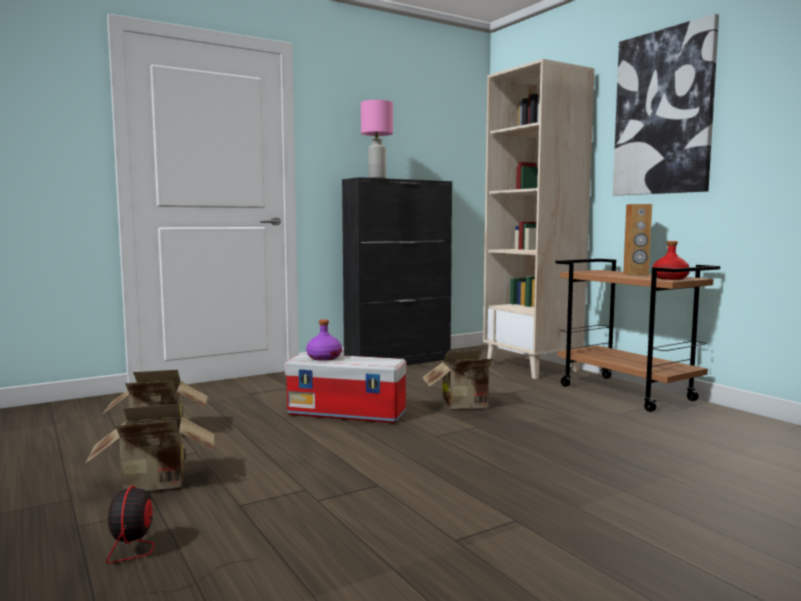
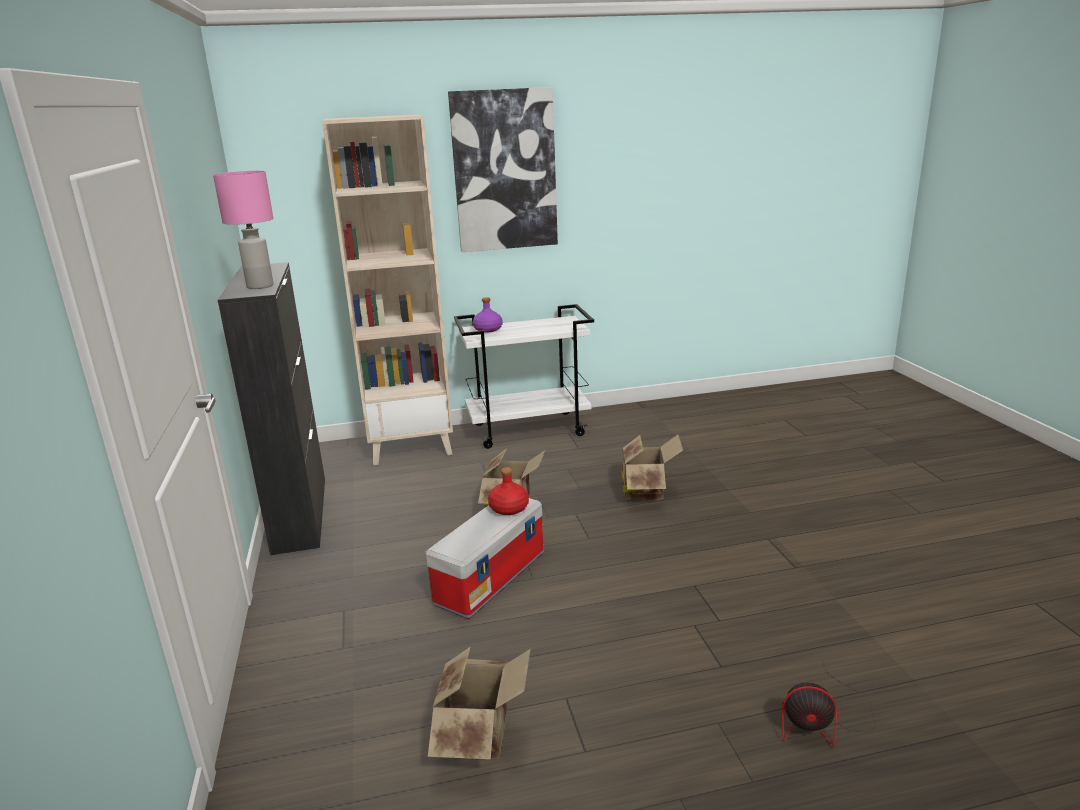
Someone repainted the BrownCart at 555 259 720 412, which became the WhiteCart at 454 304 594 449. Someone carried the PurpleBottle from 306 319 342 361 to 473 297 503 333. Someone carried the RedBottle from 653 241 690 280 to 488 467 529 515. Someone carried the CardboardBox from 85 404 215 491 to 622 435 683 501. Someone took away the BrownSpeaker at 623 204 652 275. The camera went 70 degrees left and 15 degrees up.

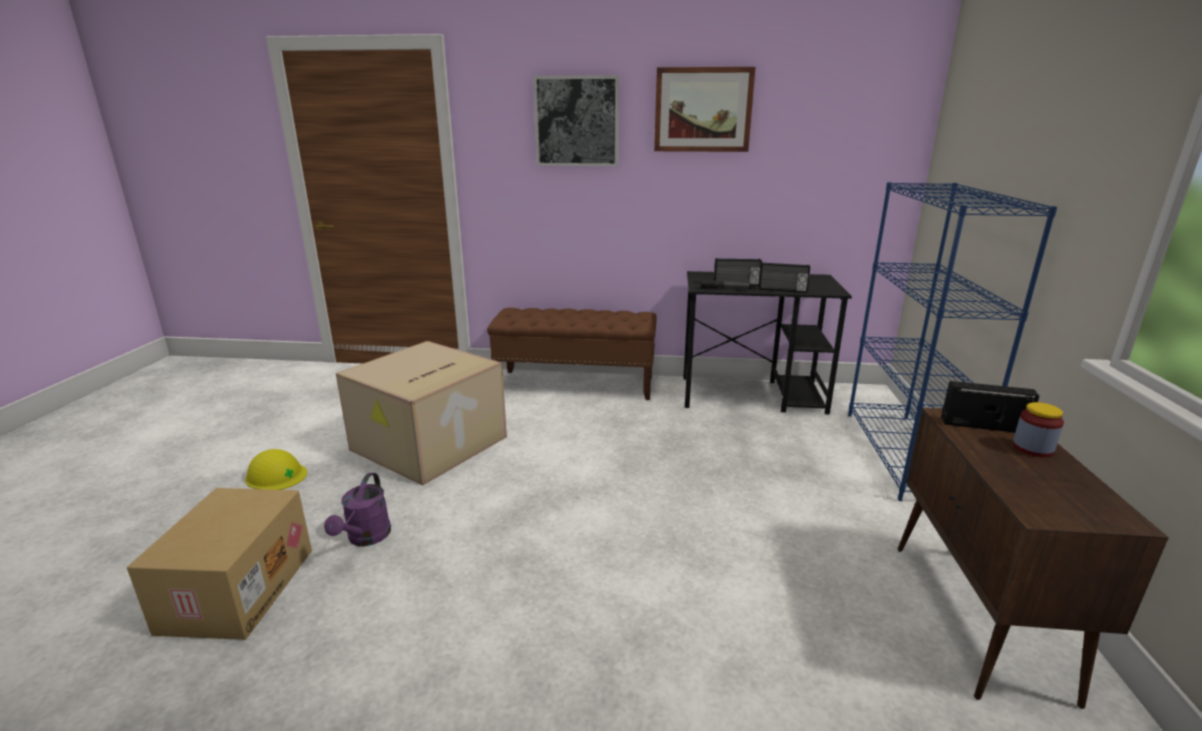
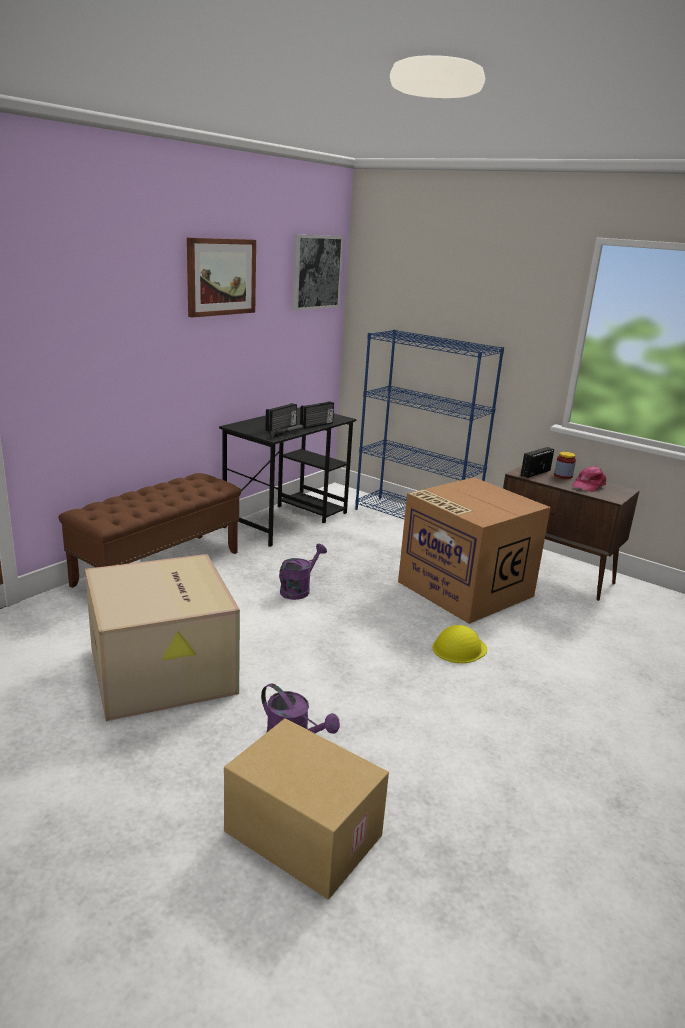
Someone put down the PurpleWateringCan at 279 544 327 600. Someone carried the Picture from 533 75 619 166 to 292 234 343 310. Someone put down the CardboardBox at 398 477 551 624. Someone carried the YellowHardHat from 245 449 307 490 to 433 625 487 663. Someone put down the PinkCap at 572 466 606 492. The camera went 60 degrees left and 0 degrees up.

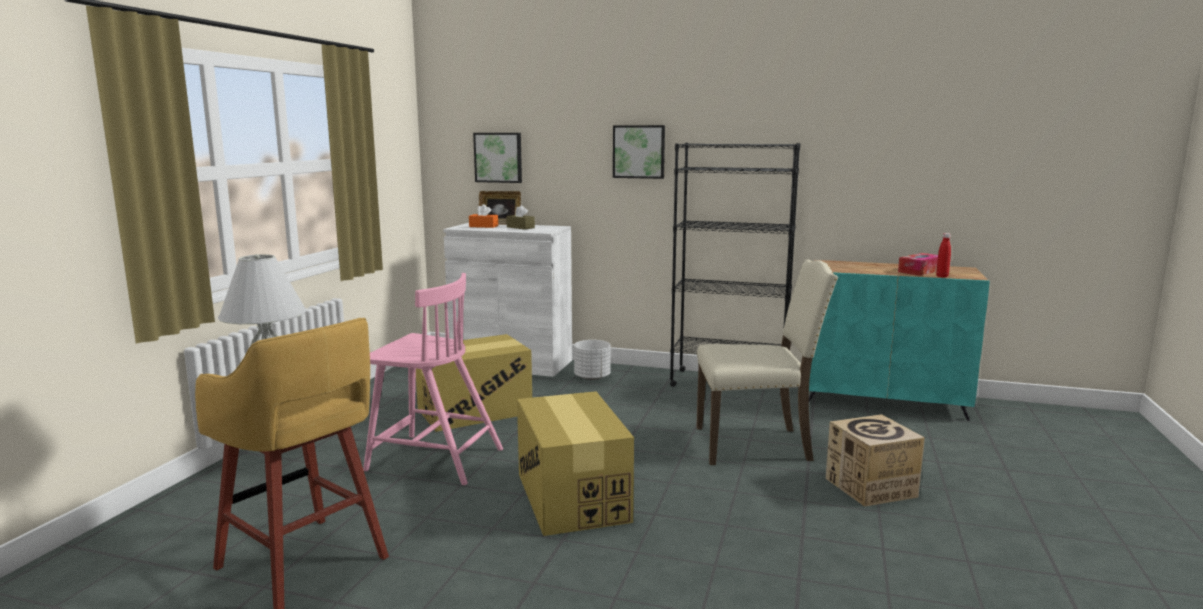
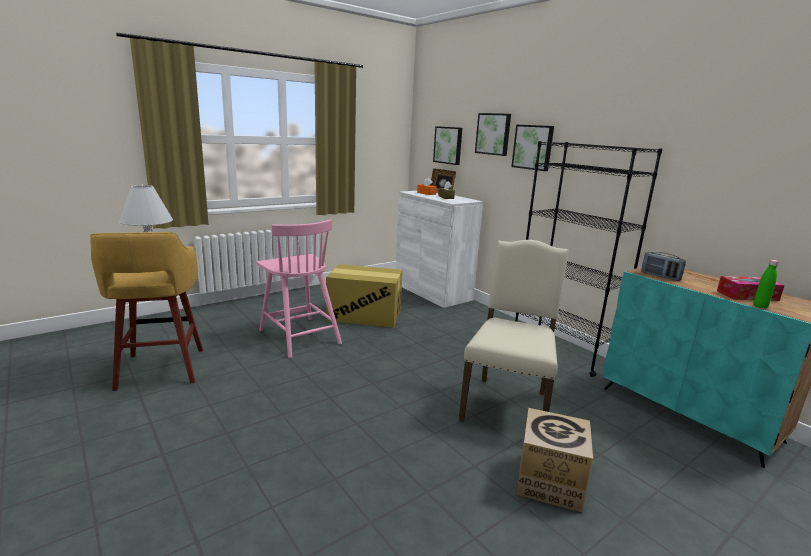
Someone rotated the BeigeChair at 696 259 838 465 by 105 degrees counterclockwise. Someone put up the Picture at 475 113 511 156. Someone put down the Radio at 641 252 686 281. Someone repainted the RedBottle at 936 233 951 277, which became the GreenBottle at 753 260 779 309. Someone took away the CardboardBox at 517 391 634 536. Someone took away the WhitePlanter at 574 340 611 380. The camera went 35 degrees right and 5 degrees up.

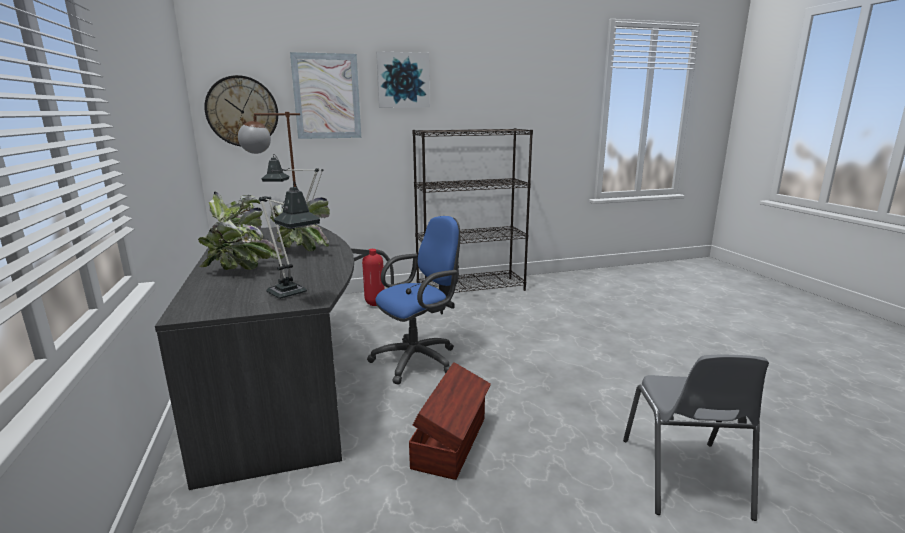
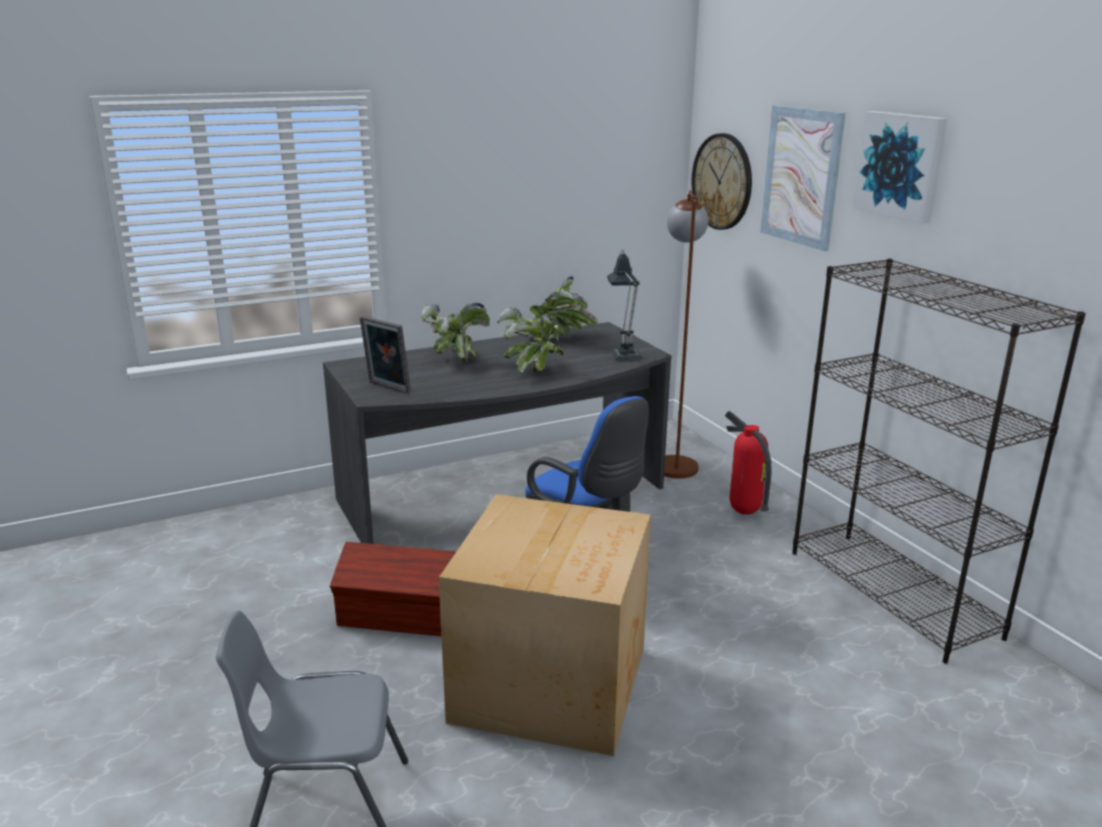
Someone swapped the TableLamp at 259 181 320 299 for the PictureFrame at 360 316 411 394. Someone put down the CardboardBox at 439 494 651 756. The camera went 80 degrees right and 5 degrees up.

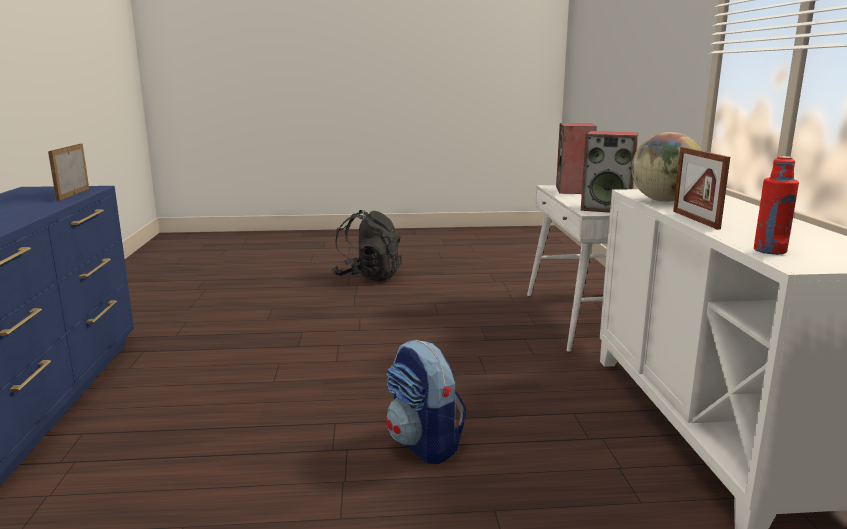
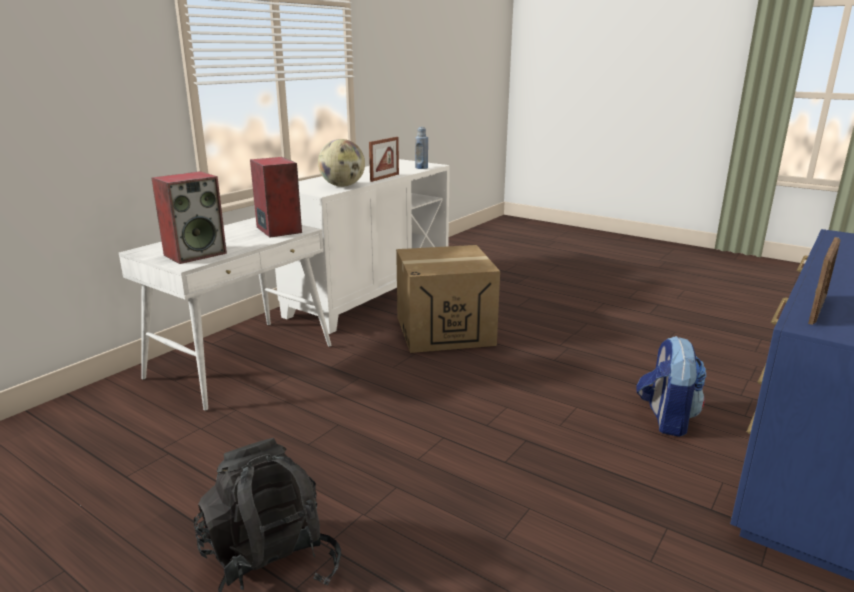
Someone put down the CardboardBox at 396 245 500 353. Someone repainted the RedBottle at 754 156 799 255, which became the BlueBottle at 415 127 428 169. Someone carried the Backpack from 386 340 466 464 to 636 336 706 437. The camera went 140 degrees left and 5 degrees up.

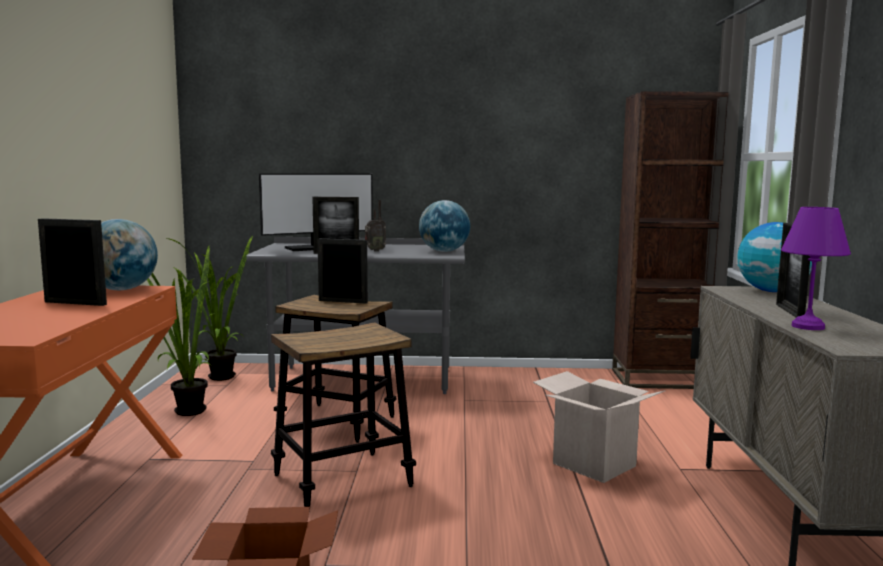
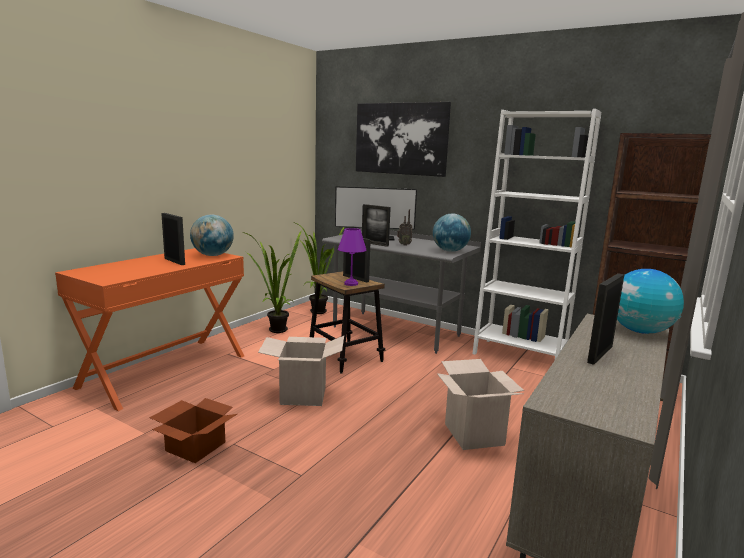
Someone swapped the Stool at 271 322 416 507 for the CardboardBox at 258 336 344 406. Someone carried the PurpleTableLamp from 781 207 851 330 to 338 228 366 286. Someone put up the Picture at 356 102 451 177. Someone put down the WhiteBookcase at 473 109 601 359. The camera went 30 degrees right and 5 degrees up.

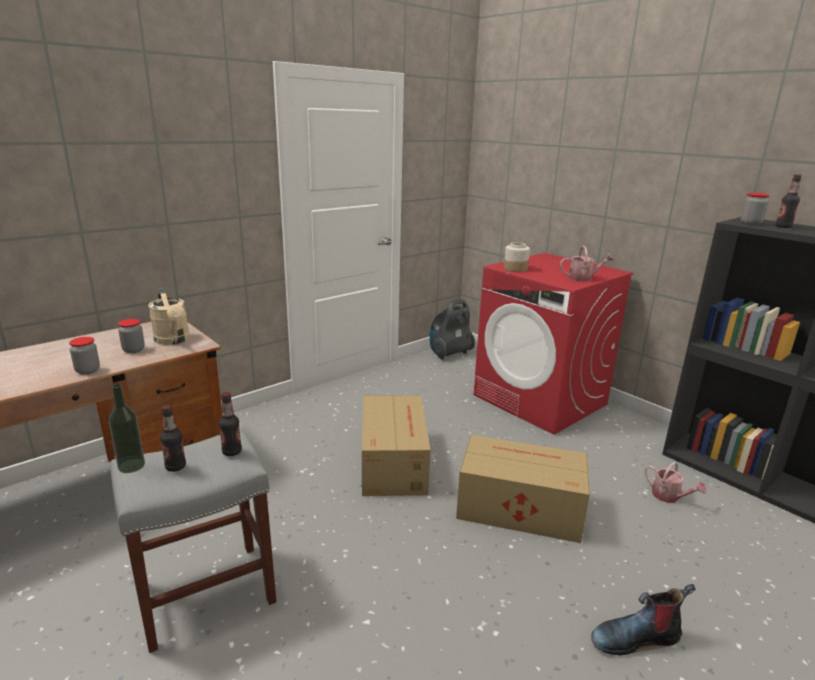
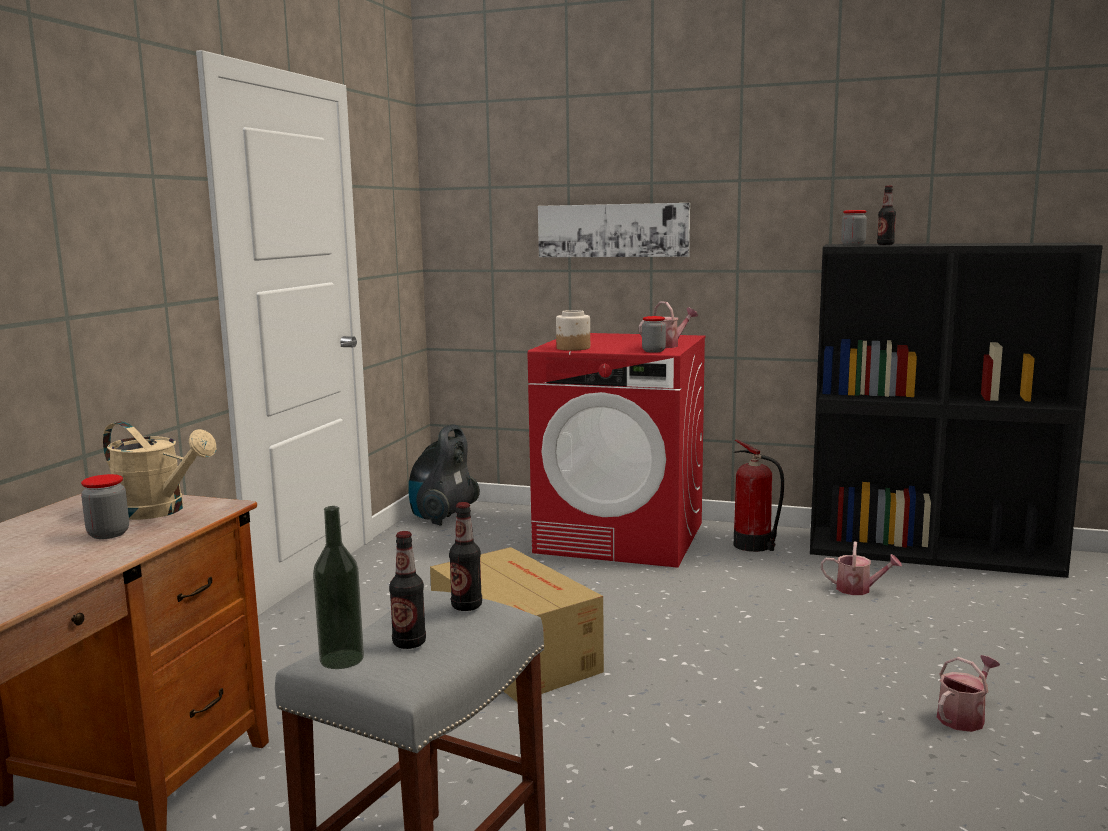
Someone put up the Picture at 538 203 690 257. Someone carried the Jar from 69 337 100 375 to 642 316 666 353. Someone put down the FireExtinguisher at 734 439 784 552. Someone swapped the Boot at 591 584 696 655 for the WateringCan at 937 655 1000 732. Someone took away the CardboardBox at 456 435 590 543. The camera went 30 degrees left and 10 degrees down.

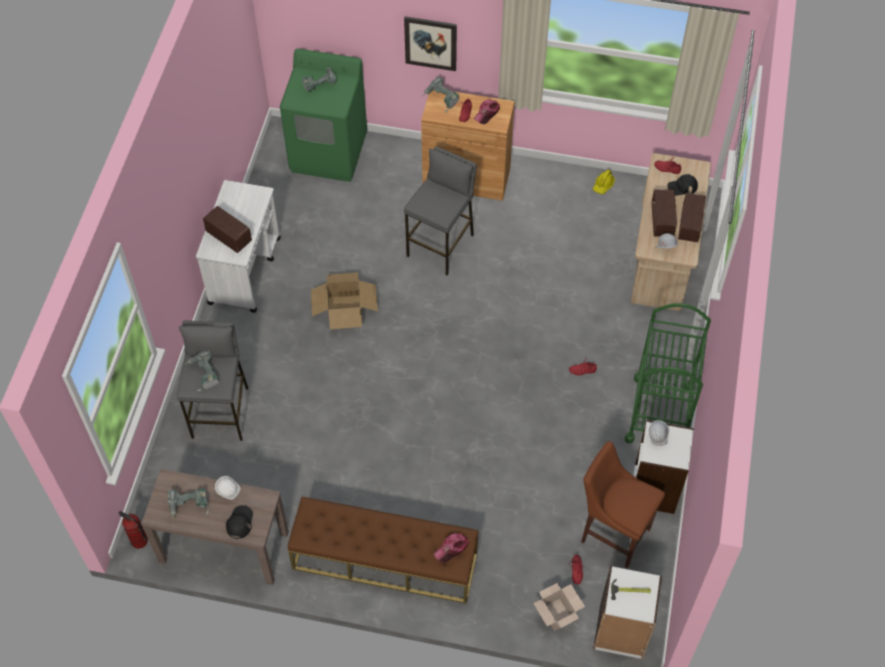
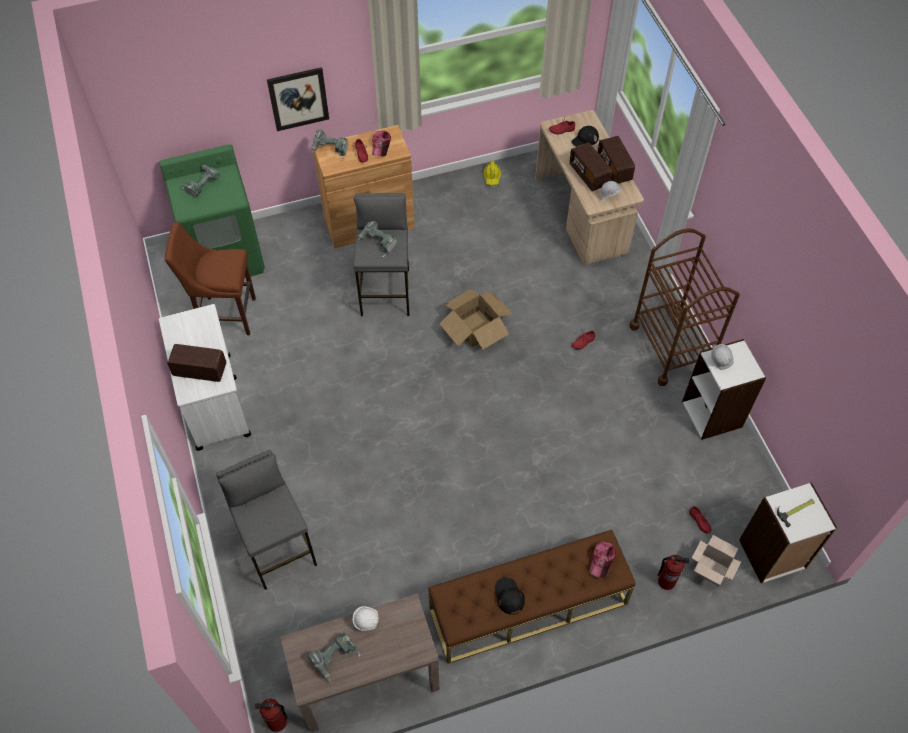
Someone carried the BrownStool from 581 441 665 568 to 165 222 256 335. Someone carried the PowerDrill from 185 351 219 391 to 356 221 397 257. Someone carried the CardboardBox from 311 272 378 329 to 439 289 512 350. Someone carried the BlackCap from 226 505 253 539 to 495 578 525 615. Someone repainted the GreenCart at 625 303 711 443, which became the BrownCart at 630 229 740 386. Someone put down the FireExtinguisher at 658 555 690 590. The camera went 30 degrees left and 0 degrees up.

